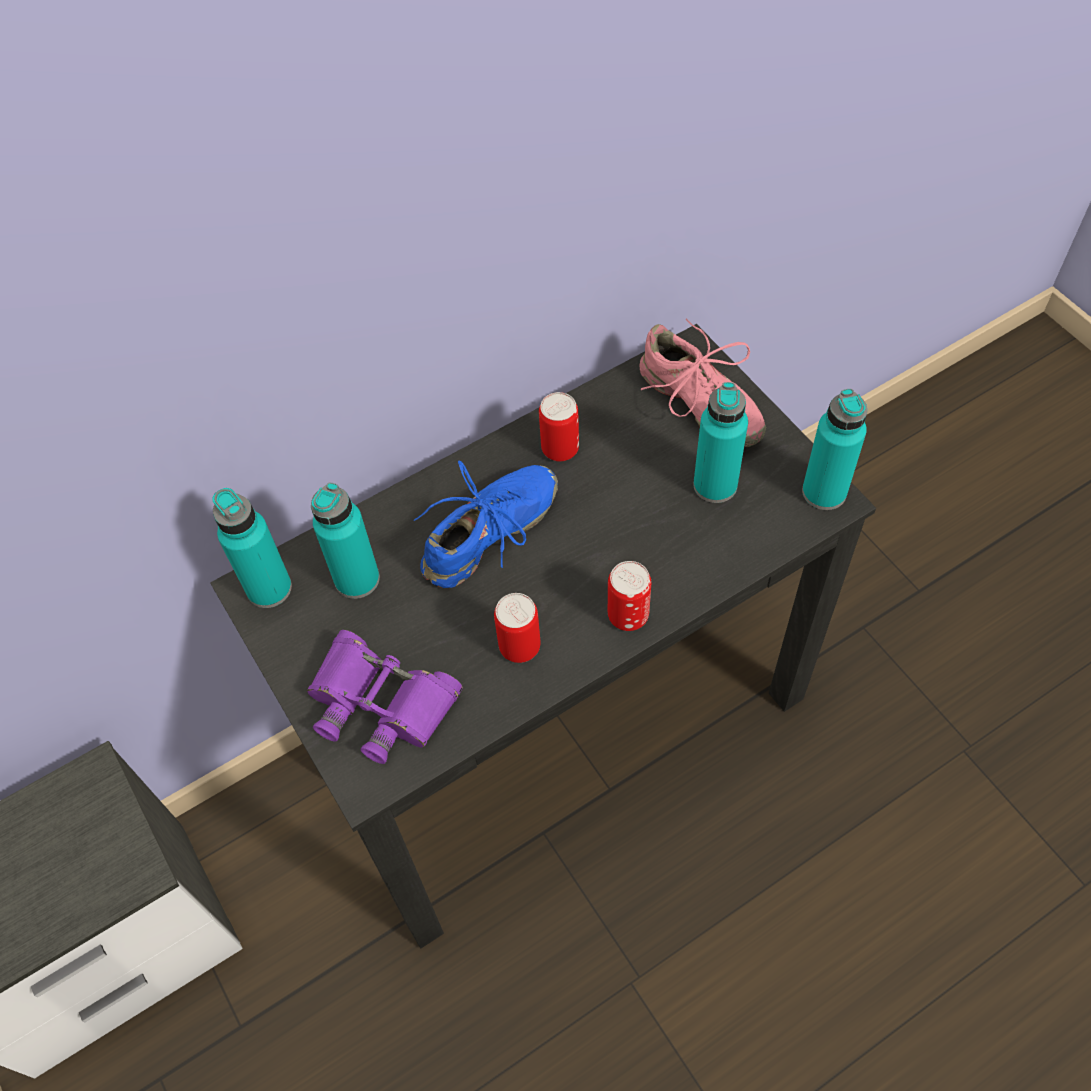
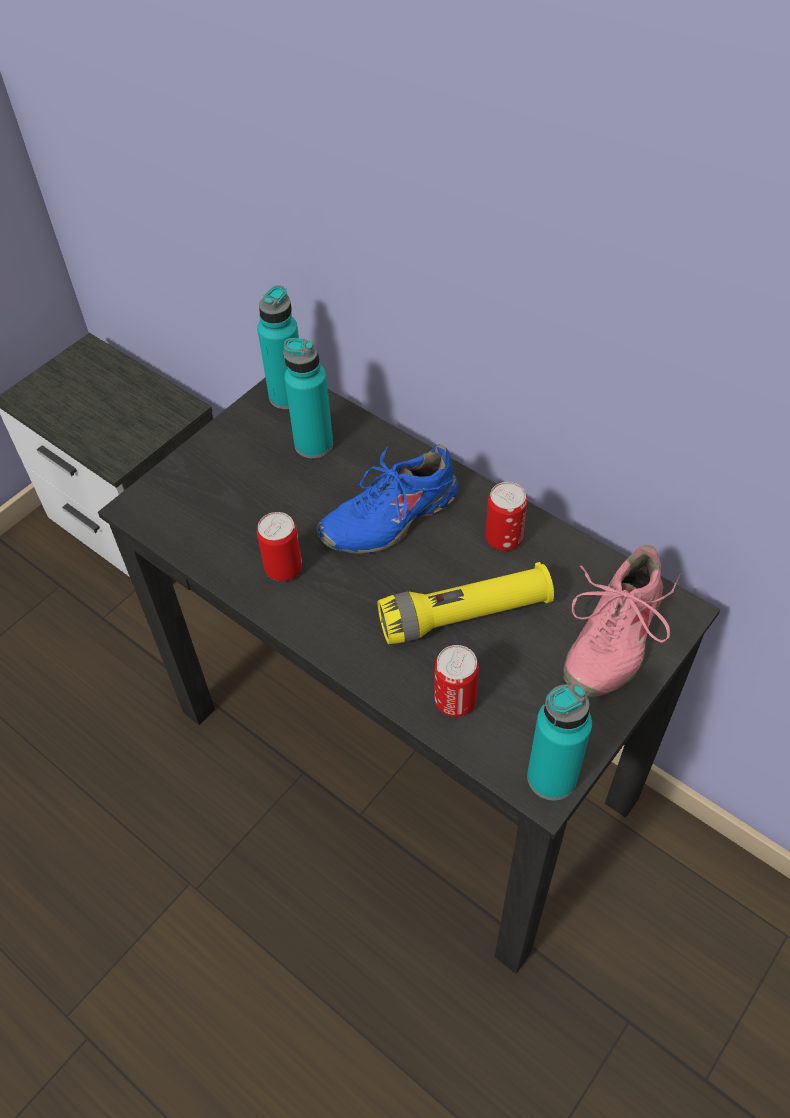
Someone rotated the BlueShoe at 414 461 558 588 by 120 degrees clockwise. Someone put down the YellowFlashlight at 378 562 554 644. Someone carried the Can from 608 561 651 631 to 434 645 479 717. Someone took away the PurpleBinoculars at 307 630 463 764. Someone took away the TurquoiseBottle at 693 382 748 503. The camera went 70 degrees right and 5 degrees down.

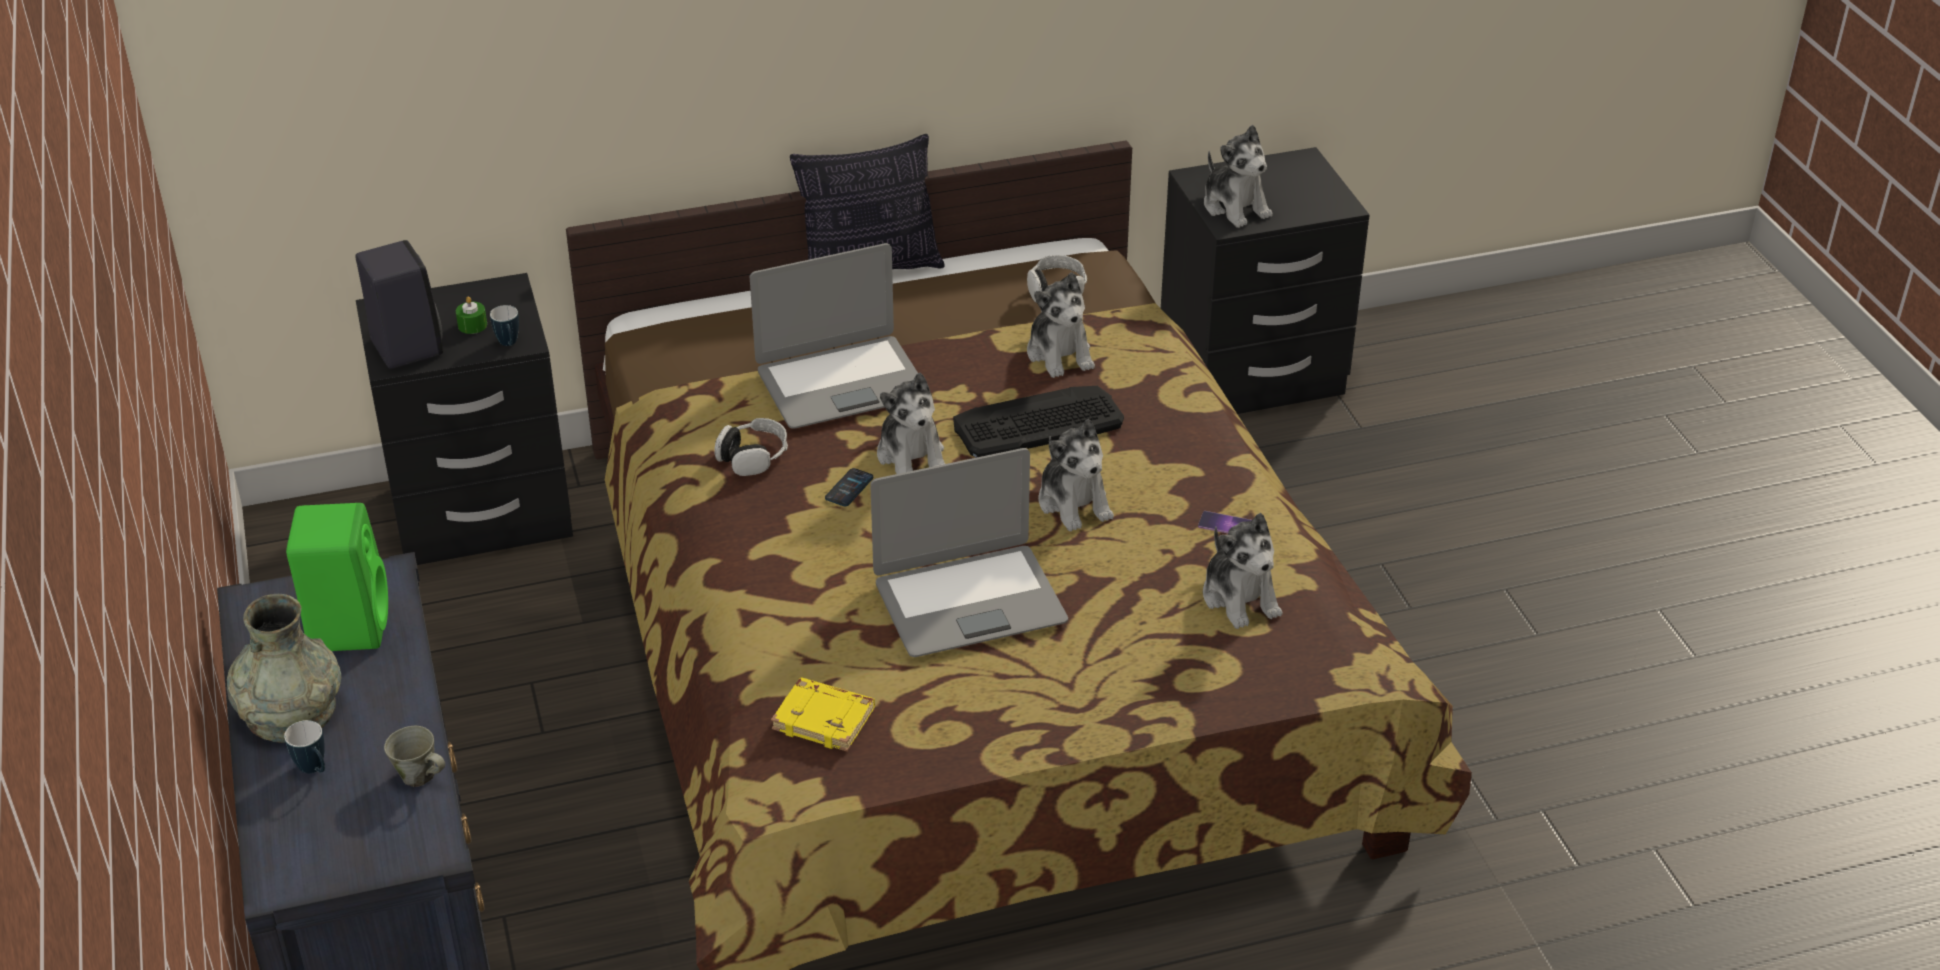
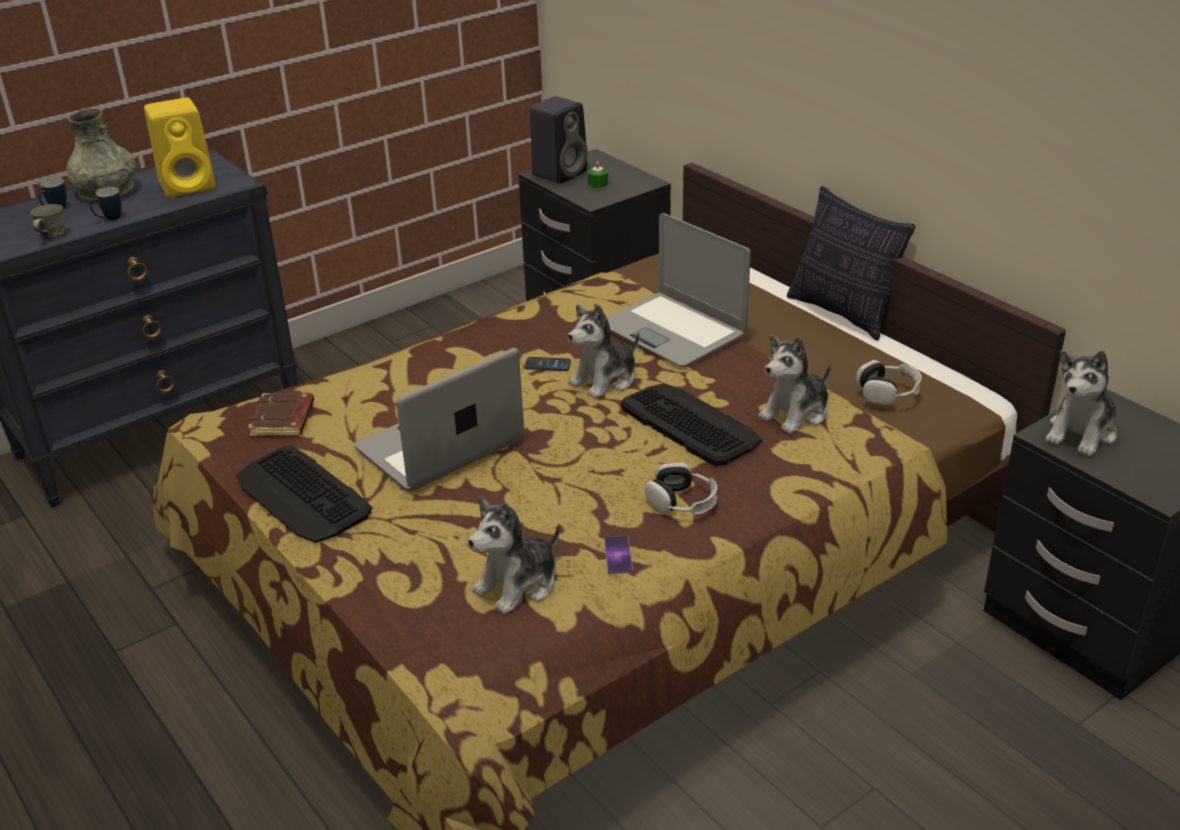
Someone carried the Mug from 490 305 519 346 to 90 187 122 220. Someone repainted the GreenSpeaker at 286 503 388 651, which became the YellowSpeaker at 144 97 216 198. Someone put down the Keyboard at 236 445 372 543. Someone repainted the YellowBook at 771 677 875 752, which became the BrownBook at 248 393 314 436. Someone rotated the Laptop at 870 448 1068 657 by 90 degrees clockwise. Someone carried the Headphones from 715 418 788 476 to 645 463 718 515. Someone took away the PlushToy at 1038 419 1114 531. The camera went 70 degrees right and 5 degrees down.

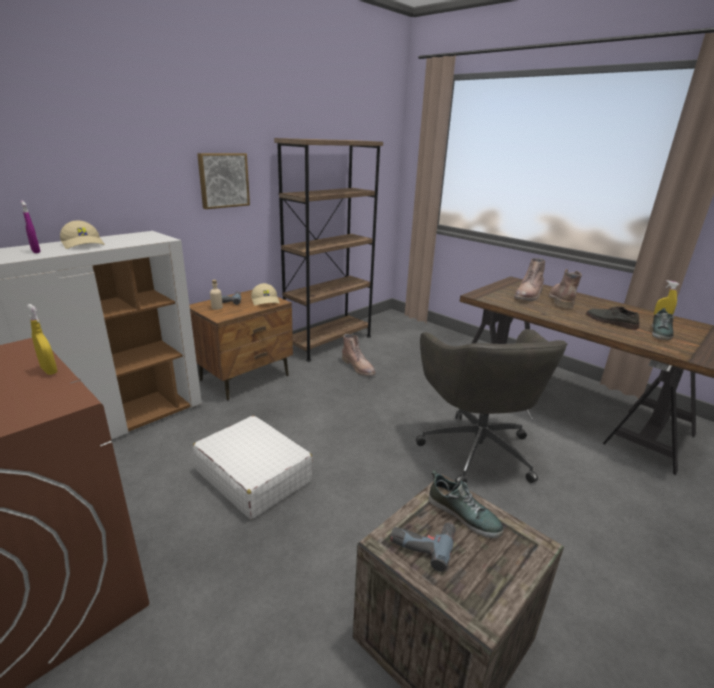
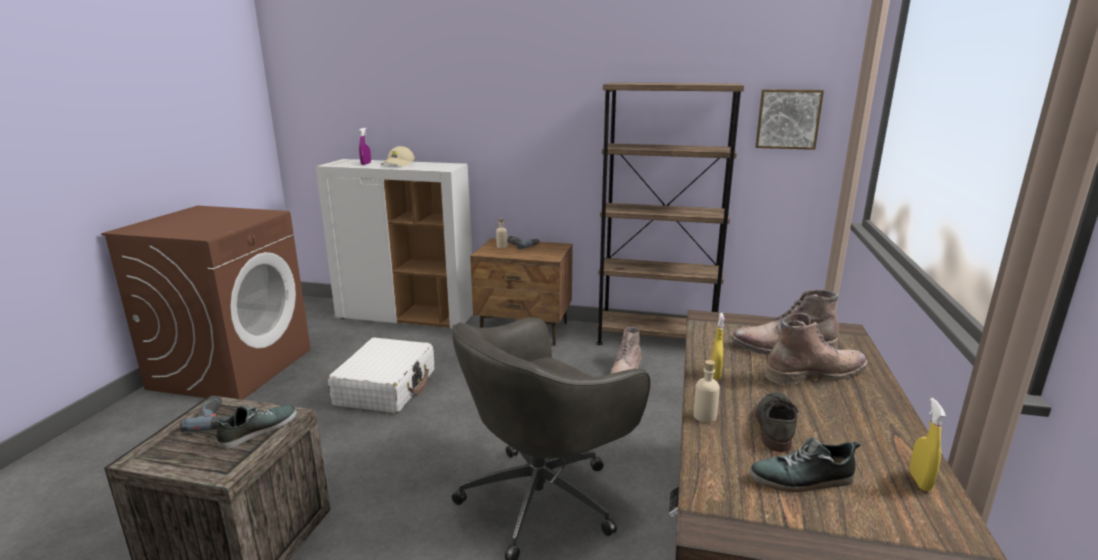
Someone rotated the Shoe at 429 470 504 538 by 150 degrees counterclockwise. Someone put down the BeigeBottle at 694 360 720 423. Someone carried the YellowSprayBottle from 26 304 57 375 to 712 313 725 379. Someone carried the Picture from 197 153 250 209 to 755 89 824 150. Someone took away the BeigeCap at 251 283 280 306. The camera went 60 degrees right and 5 degrees down.

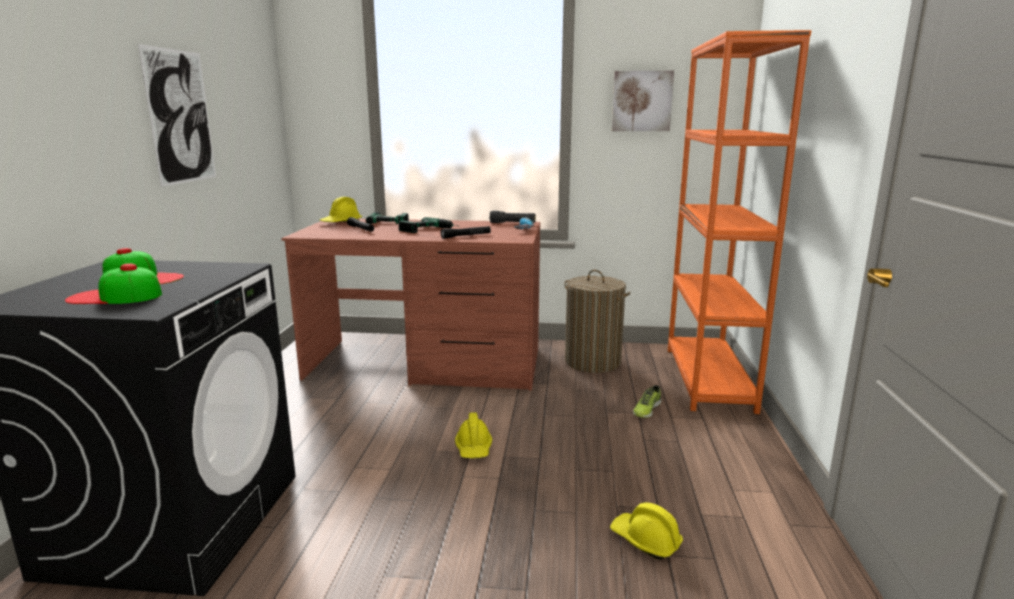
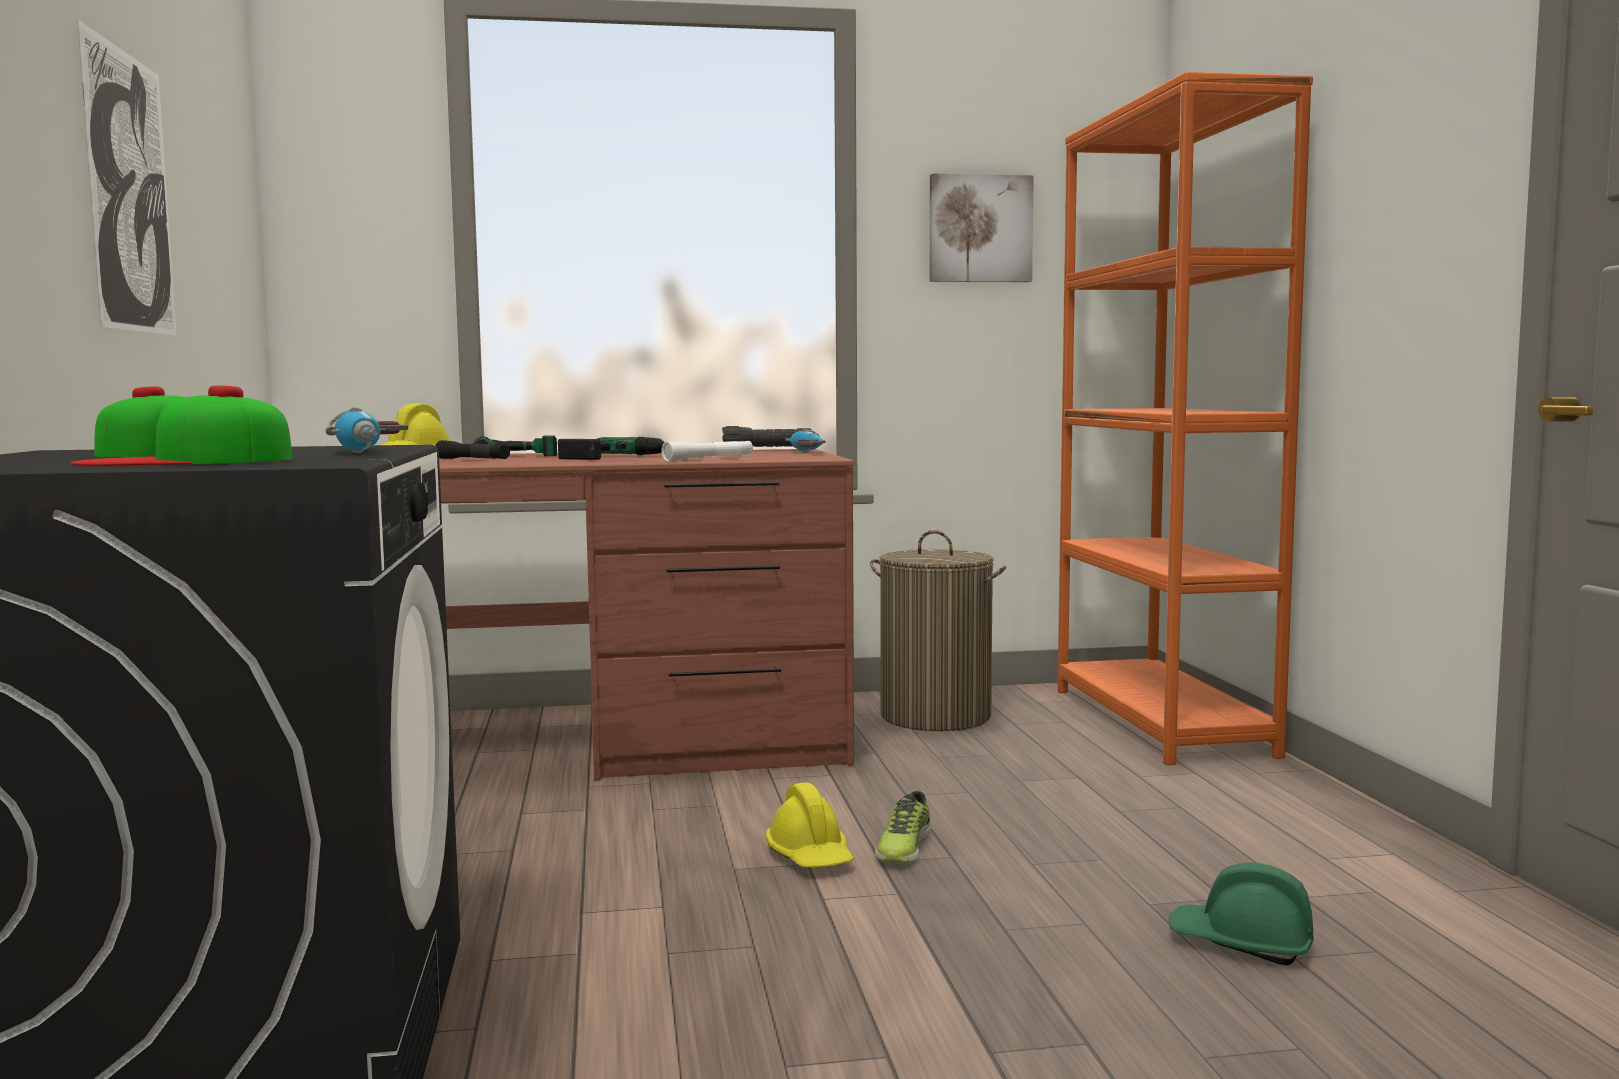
Someone put down the PowerDrill at 326 408 408 453. Someone repainted the BlackFlashlight at 441 226 491 239, which became the WhiteFlashlight at 662 441 753 461. Someone carried the Shoe from 633 385 662 418 to 875 791 931 863. Someone repainted the YellowHardHat at 610 502 683 560, which became the GreenHardHat at 1169 863 1313 965. The camera went 15 degrees left and 10 degrees down.

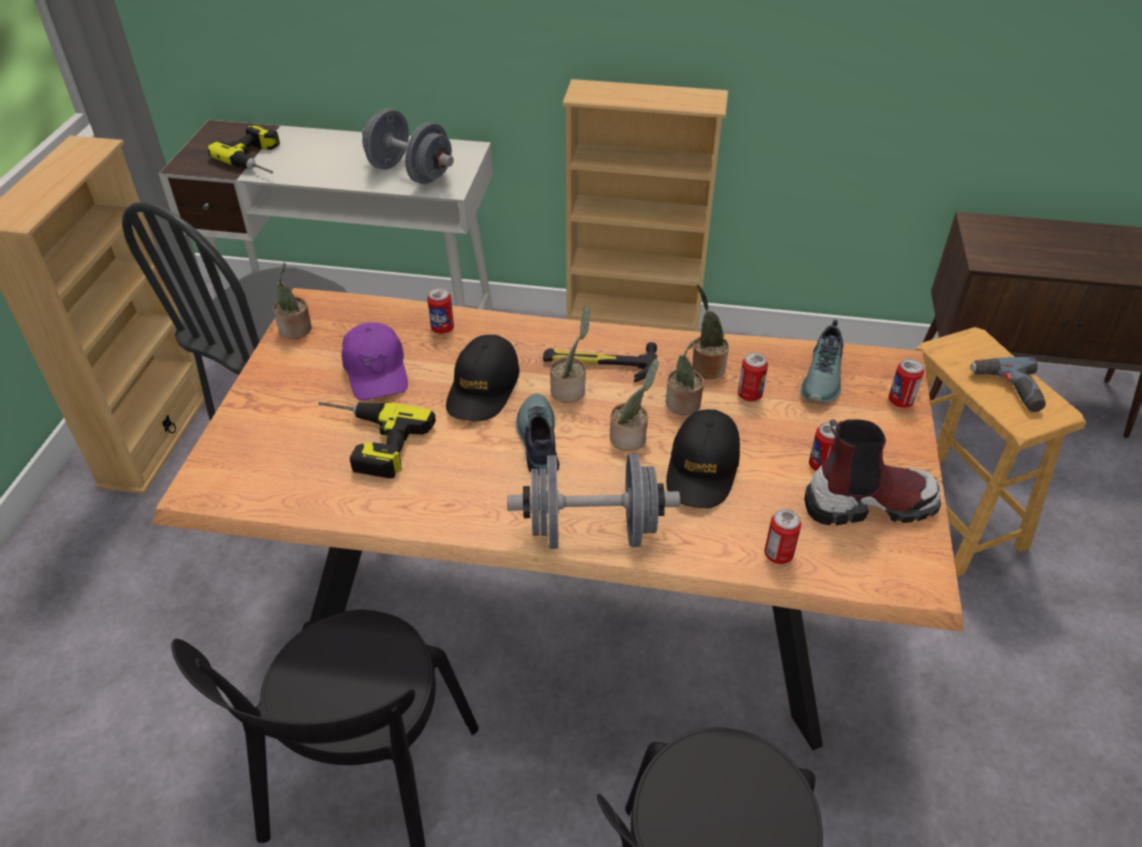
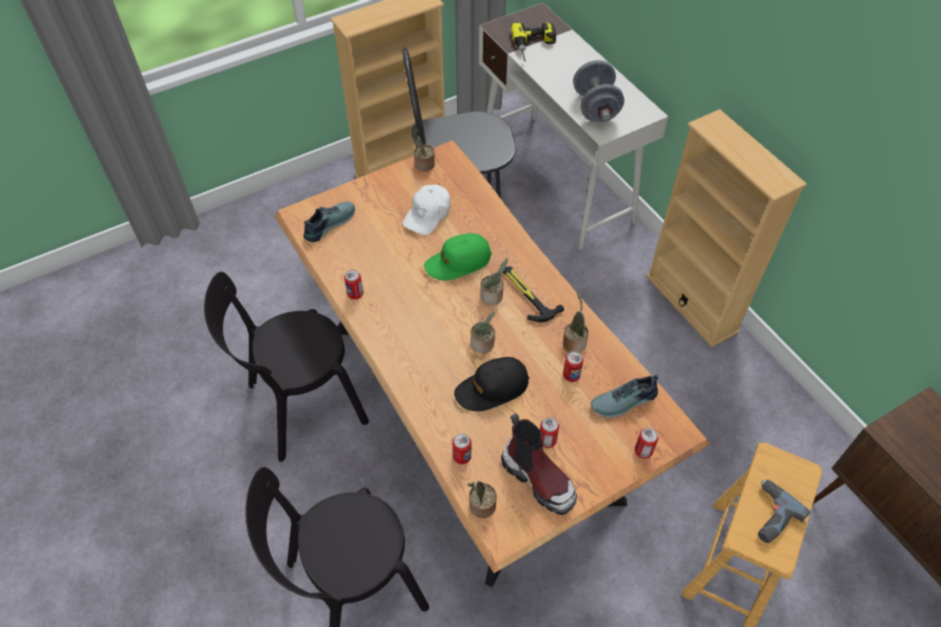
Someone carried the Shoe from 515 394 560 475 to 304 202 355 242. Someone carried the Can from 427 288 454 334 to 344 270 364 299. Someone repainted the PurpleCap at 341 322 408 401, which became the WhiteCap at 403 185 451 235. Someone repainted the BlackCap at 446 335 519 421, which became the GreenCap at 424 233 492 281. Someone carried the PottedPlant from 666 339 704 415 to 467 481 497 518. Someone took away the PowerDrill at 318 402 436 478. Someone took away the GreyDumbbell at 507 454 680 549. The camera went 50 degrees right and 10 degrees up.

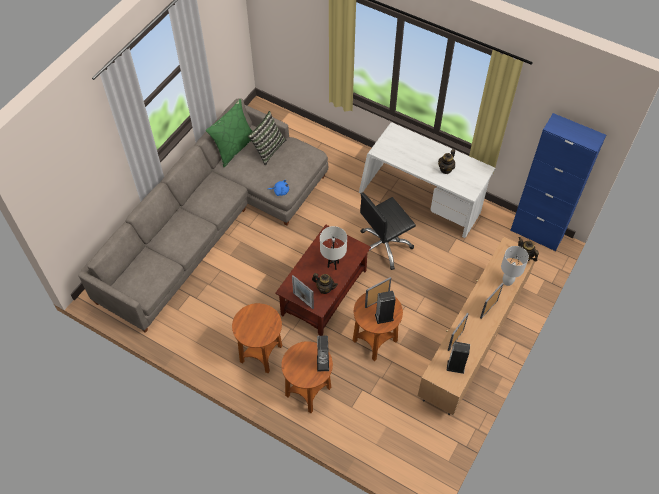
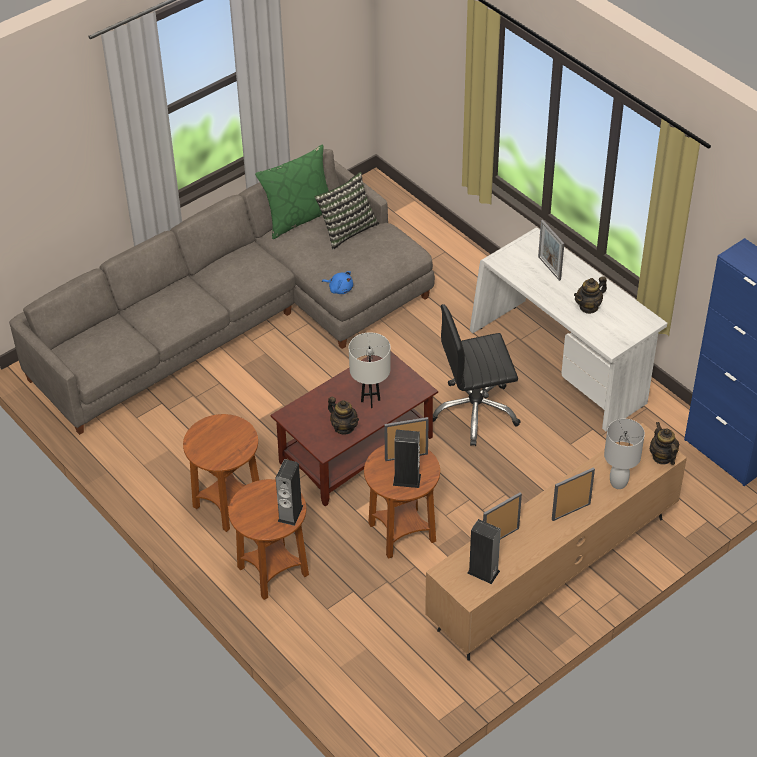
Someone carried the PictureFrame from 292 275 314 309 to 538 220 564 281. The camera went 20 degrees right and 10 degrees down.

